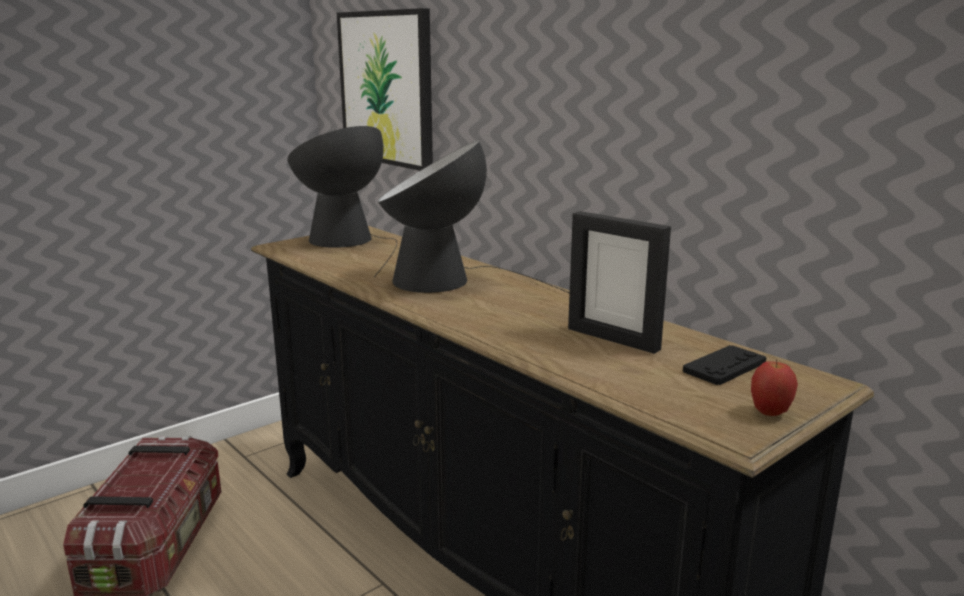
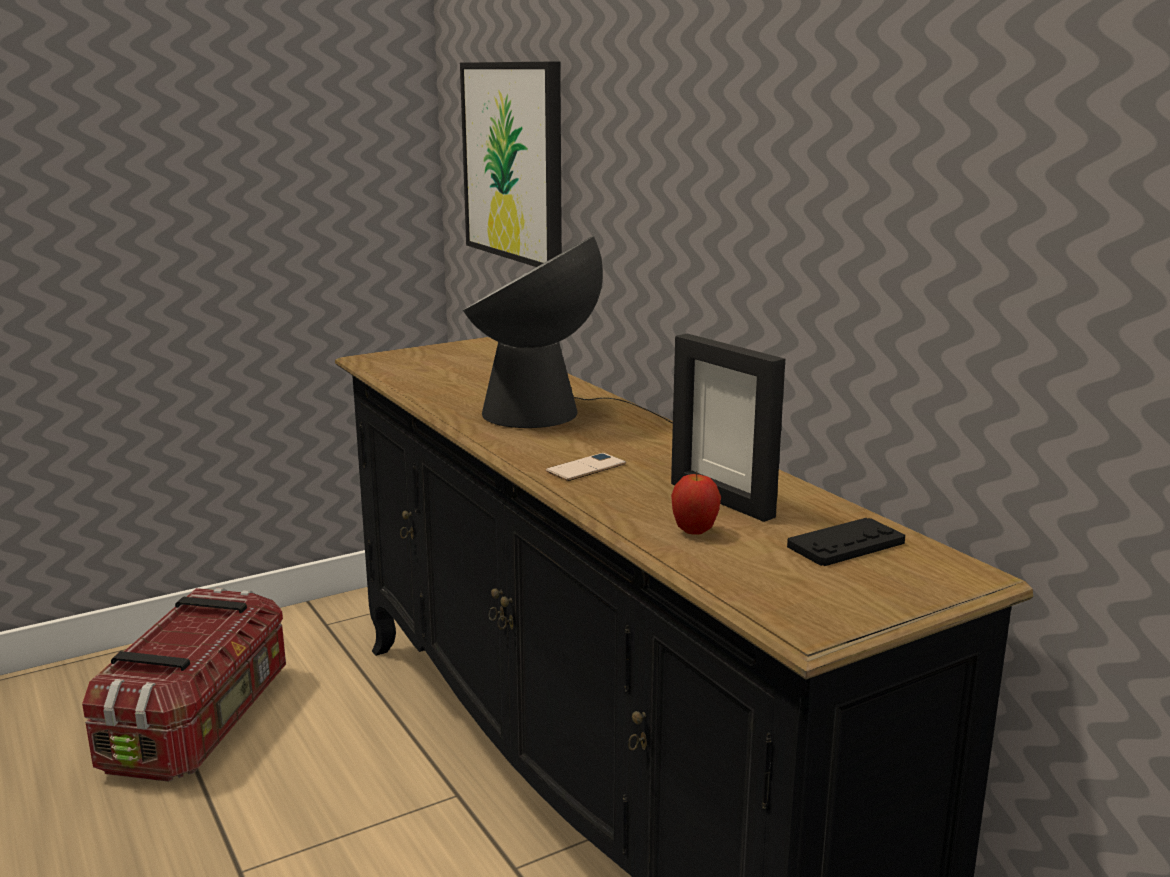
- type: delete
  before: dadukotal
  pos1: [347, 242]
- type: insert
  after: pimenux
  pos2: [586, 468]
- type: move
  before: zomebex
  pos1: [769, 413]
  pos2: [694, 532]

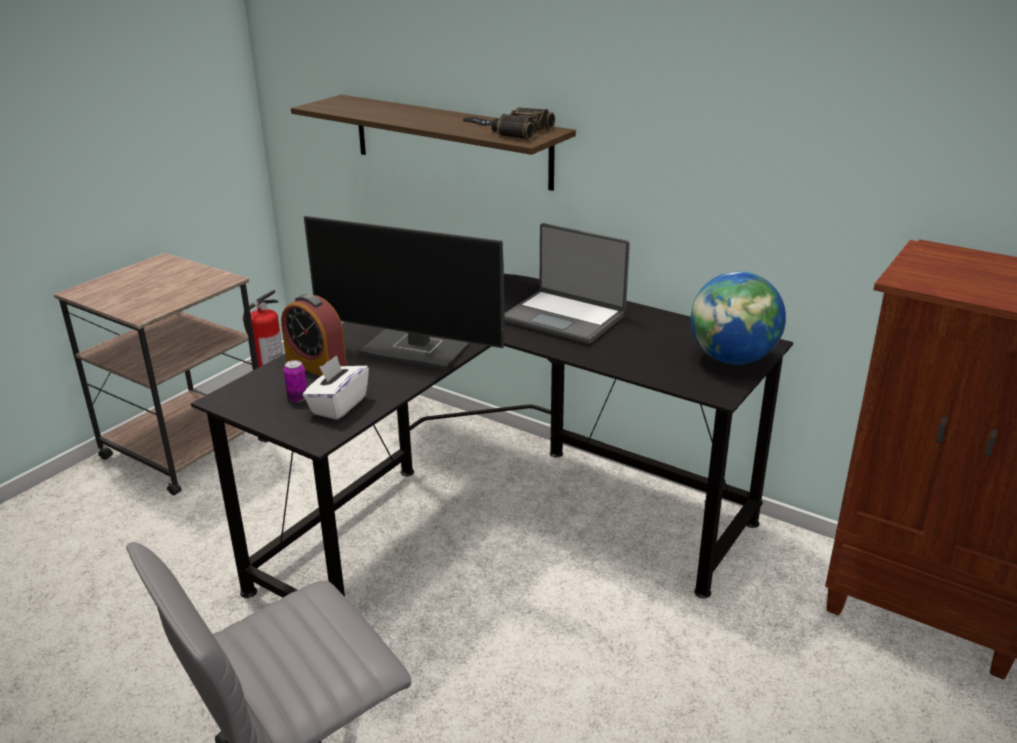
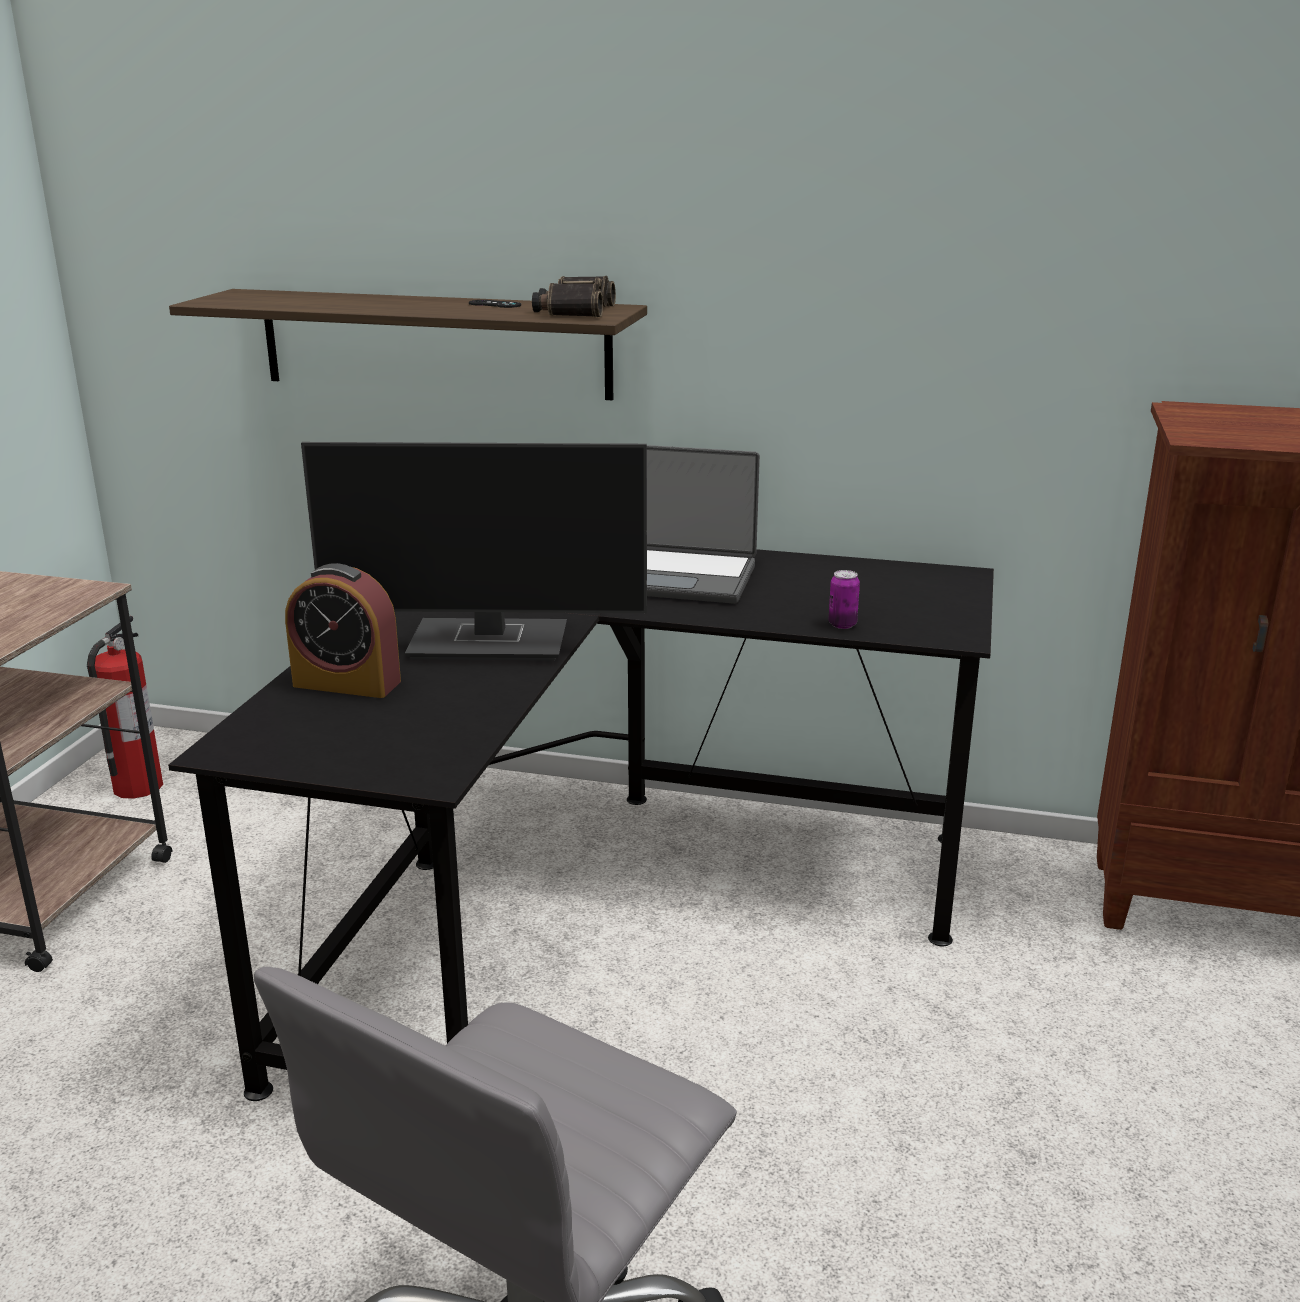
- type: delete
  before: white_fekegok
  pos1: [338, 405]
- type: delete
  before: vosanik
  pos1: [732, 359]
- type: move
  before: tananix
  pos1: [298, 398]
  pos2: [842, 624]

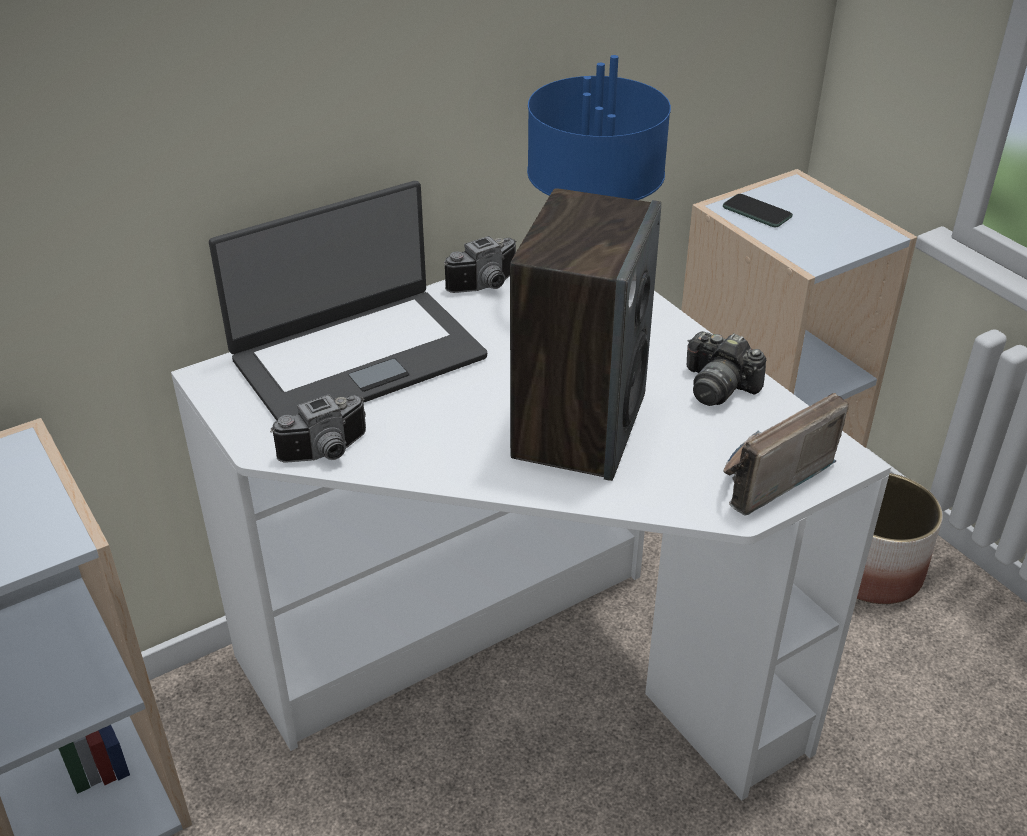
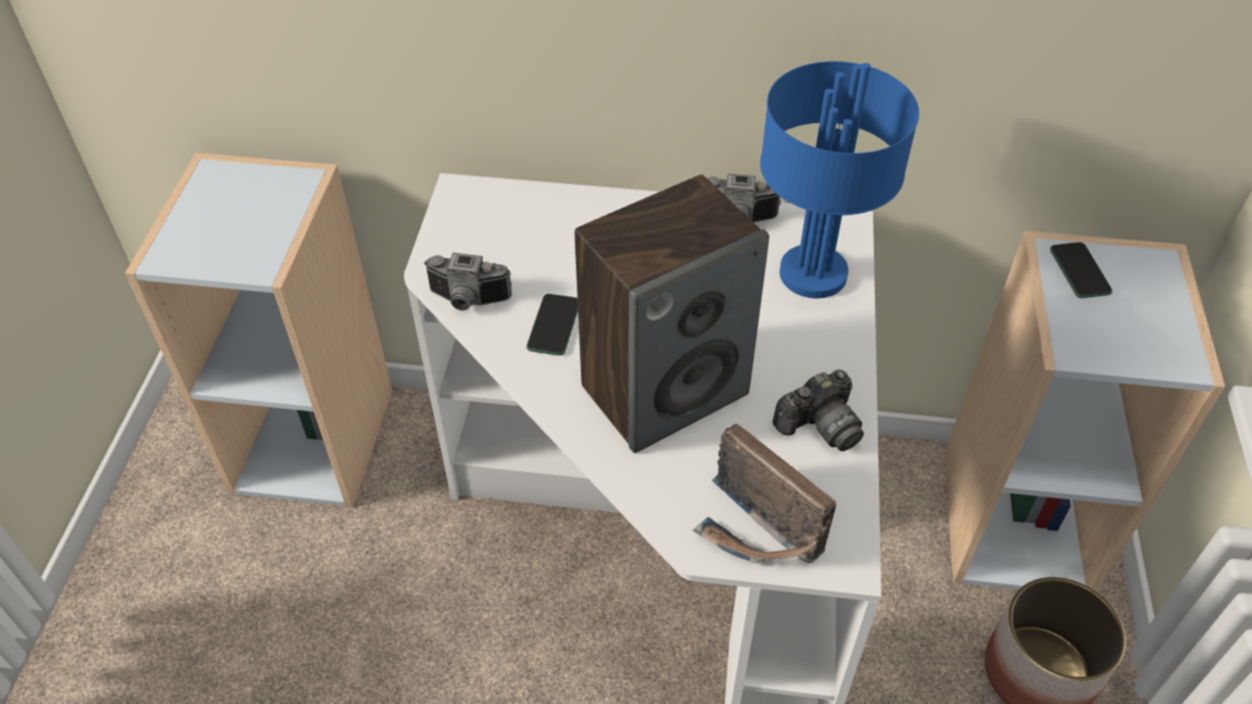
- type: delete
  before: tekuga
  pos1: [357, 356]
- type: insert
  after: pimenux
  pos2: [554, 325]
- type: rotate
  before: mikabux
  pos1: [718, 386]
  pos2: [819, 425]
  turn: -105
- type: rotate
  before: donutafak
  pos1: [764, 477]
  pos2: [757, 531]
  turn: -135

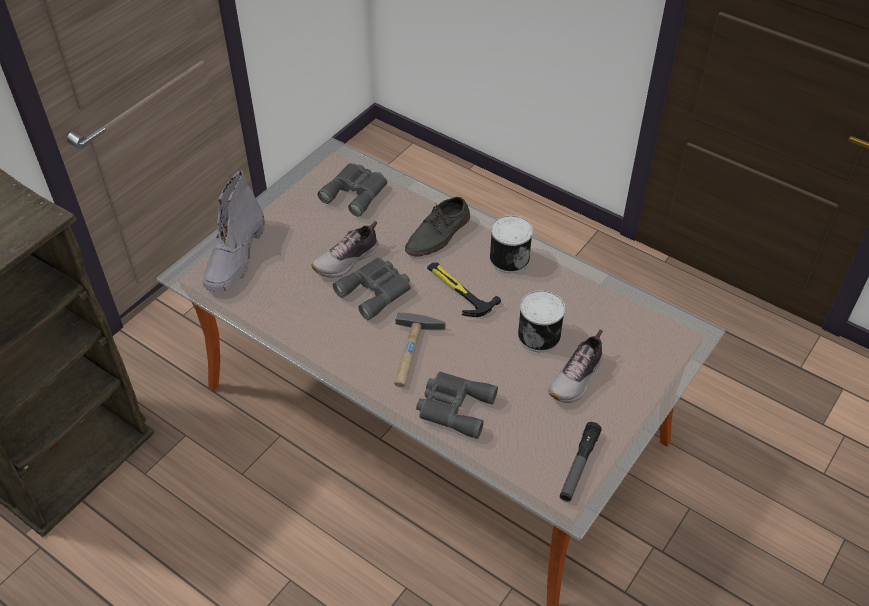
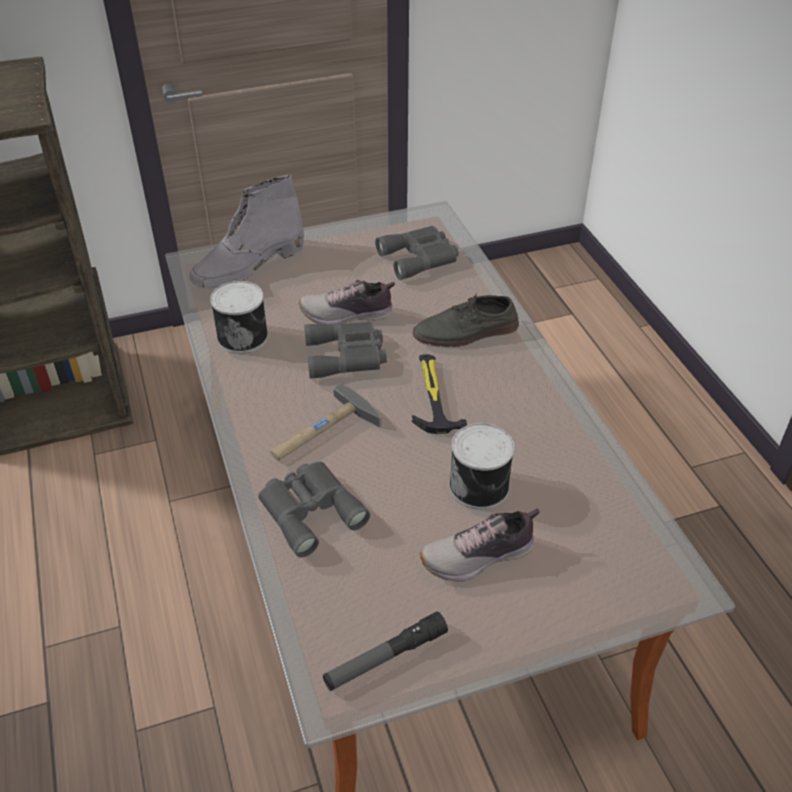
- type: move
  before: tananix
  pos1: [509, 257]
  pos2: [243, 336]

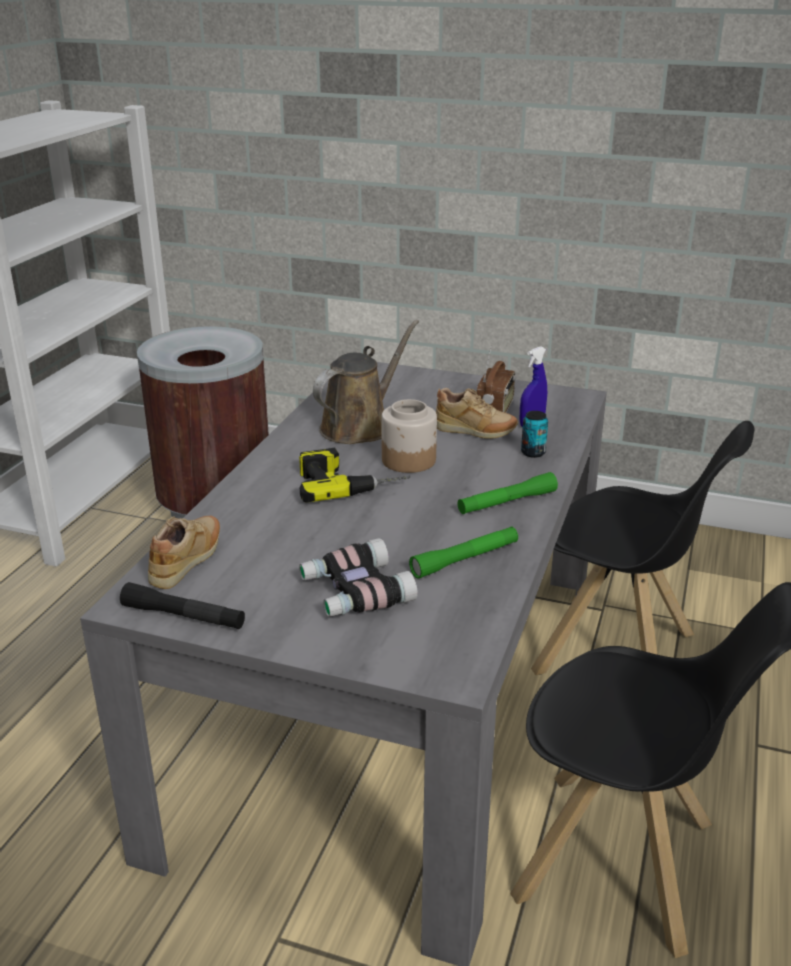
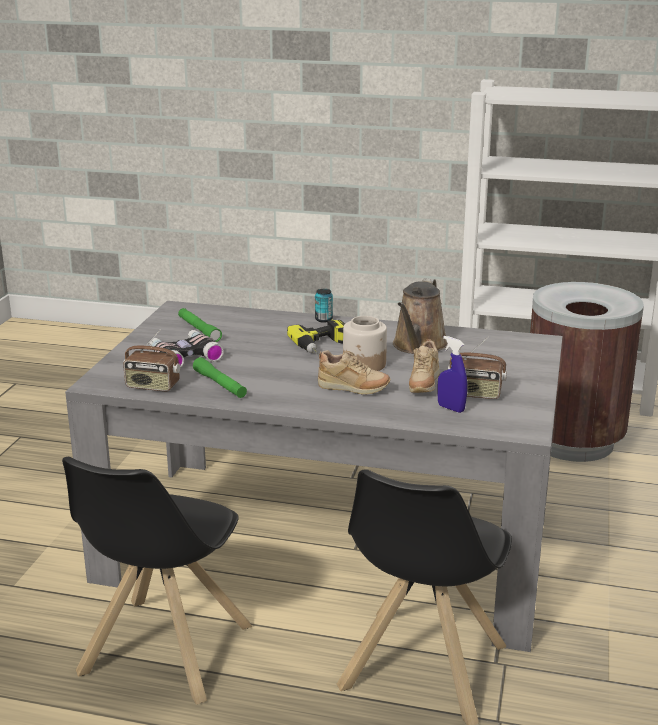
- type: delete
  before: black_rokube
  pos1: [183, 616]
- type: insert
  after: donutafak
  pos2: [152, 386]
- type: move
  before: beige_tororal
  pos1: [188, 562]
  pos2: [353, 389]
- type: move
  before: green_rokube
  pos1: [507, 502]
  pos2: [199, 330]
- type: move
  before: tananix
  pos1: [533, 453]
  pos2: [323, 319]
- type: rotate
  before: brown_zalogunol
  pos1: [359, 426]
  pos2: [418, 346]
  turn: 75

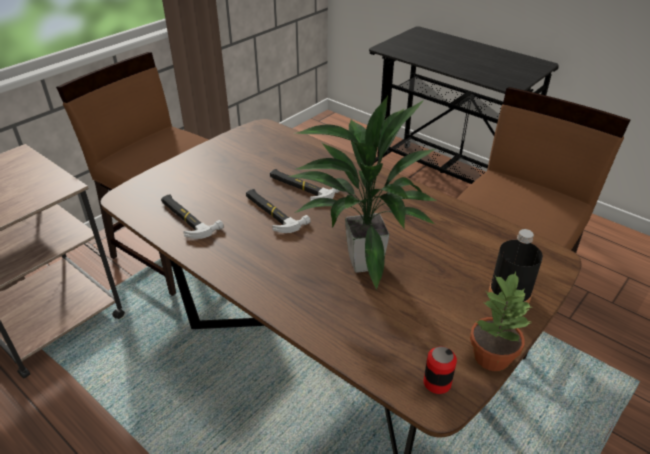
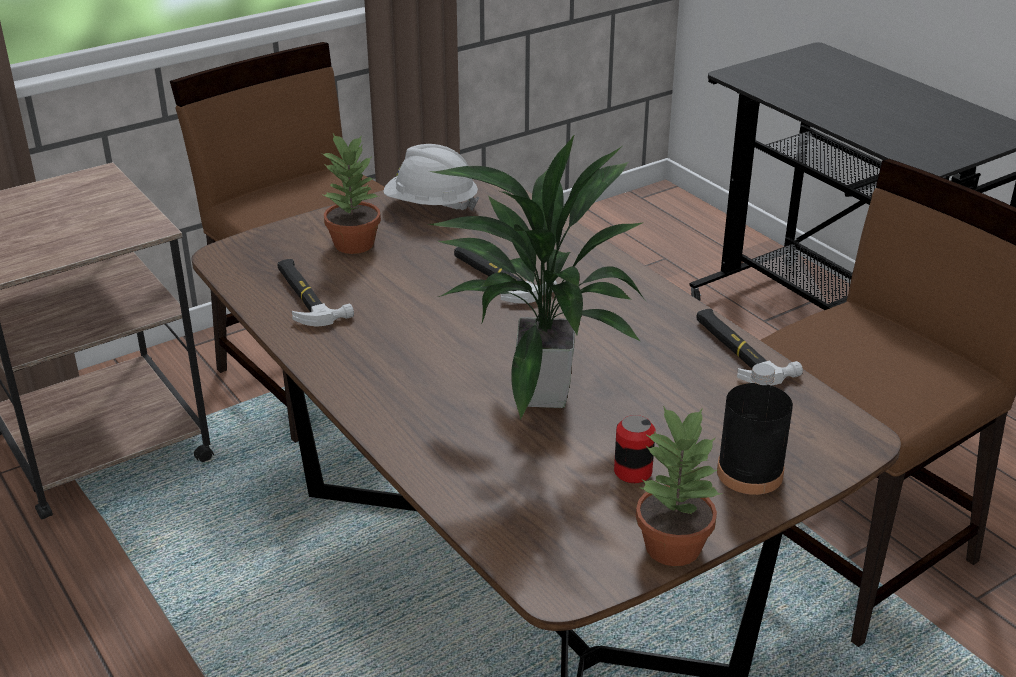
- type: insert
  after: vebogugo
  pos2: [354, 243]
- type: insert
  after: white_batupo
  pos2: [431, 206]
- type: move
  before: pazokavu
  pos1: [272, 212]
  pos2: [739, 350]
- type: move
  before: tananix
  pos1: [437, 383]
  pos2: [633, 472]

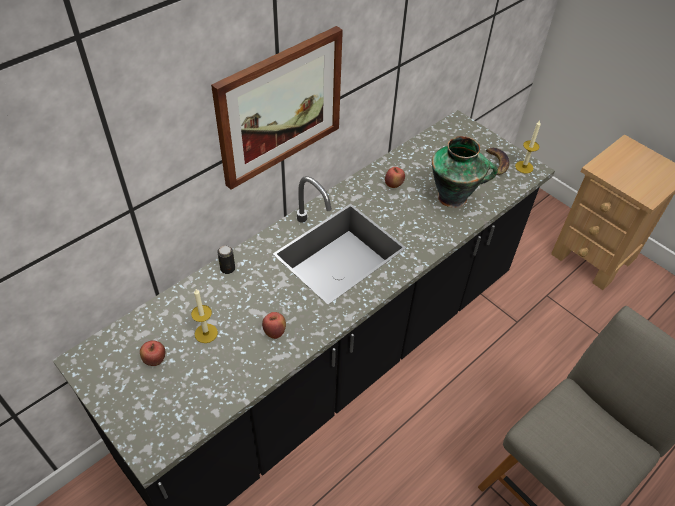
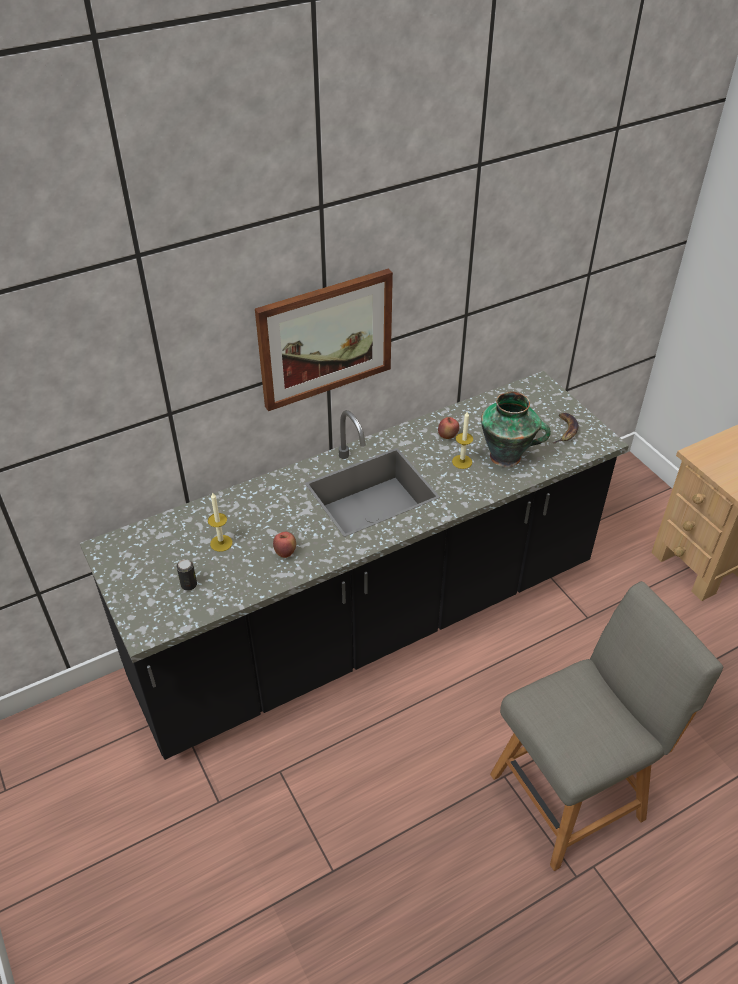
- type: delete
  before: zomebex
  pos1: [155, 360]
- type: move
  before: tananix
  pos1: [227, 269]
  pos2: [189, 585]
- type: move
  before: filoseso
  pos1: [524, 167]
  pos2: [462, 461]

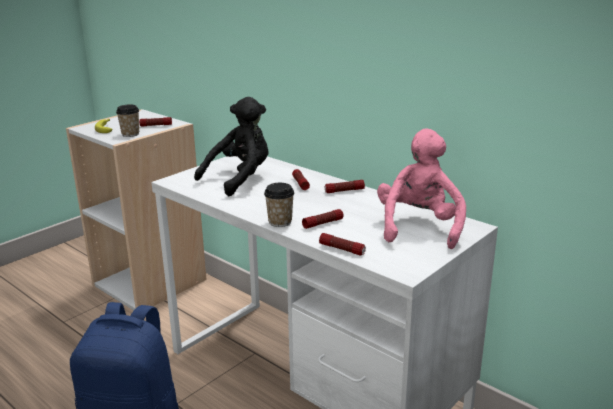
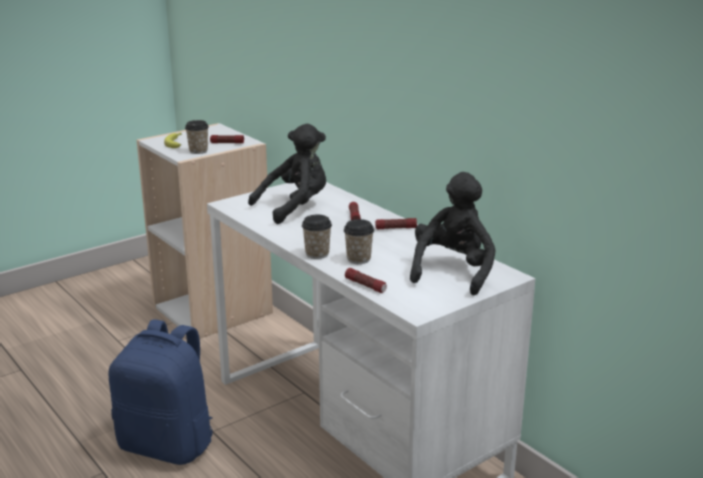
- type: replace
  before: rokube
  after: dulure
  pos1: [323, 223]
  pos2: [358, 259]
- type: recolor
  before: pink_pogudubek
  after: black_pogudubek
  pos1: [419, 227]
  pos2: [453, 271]

